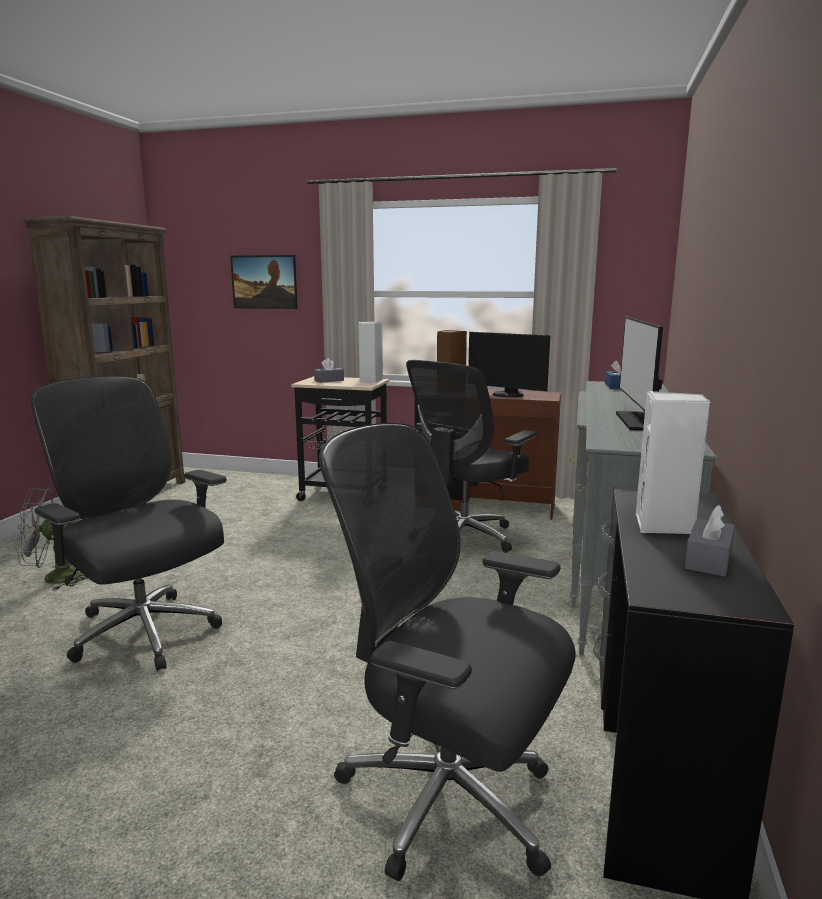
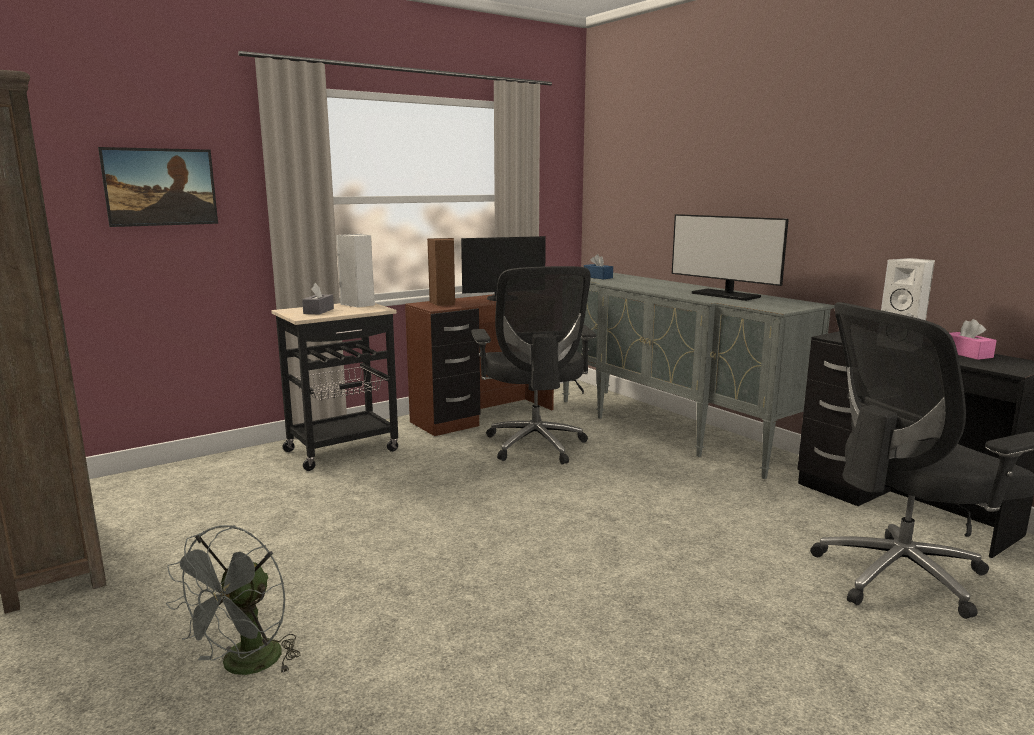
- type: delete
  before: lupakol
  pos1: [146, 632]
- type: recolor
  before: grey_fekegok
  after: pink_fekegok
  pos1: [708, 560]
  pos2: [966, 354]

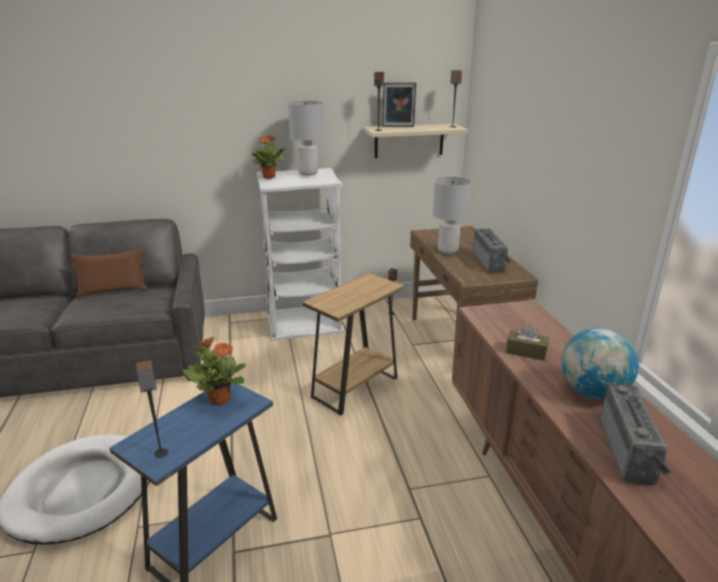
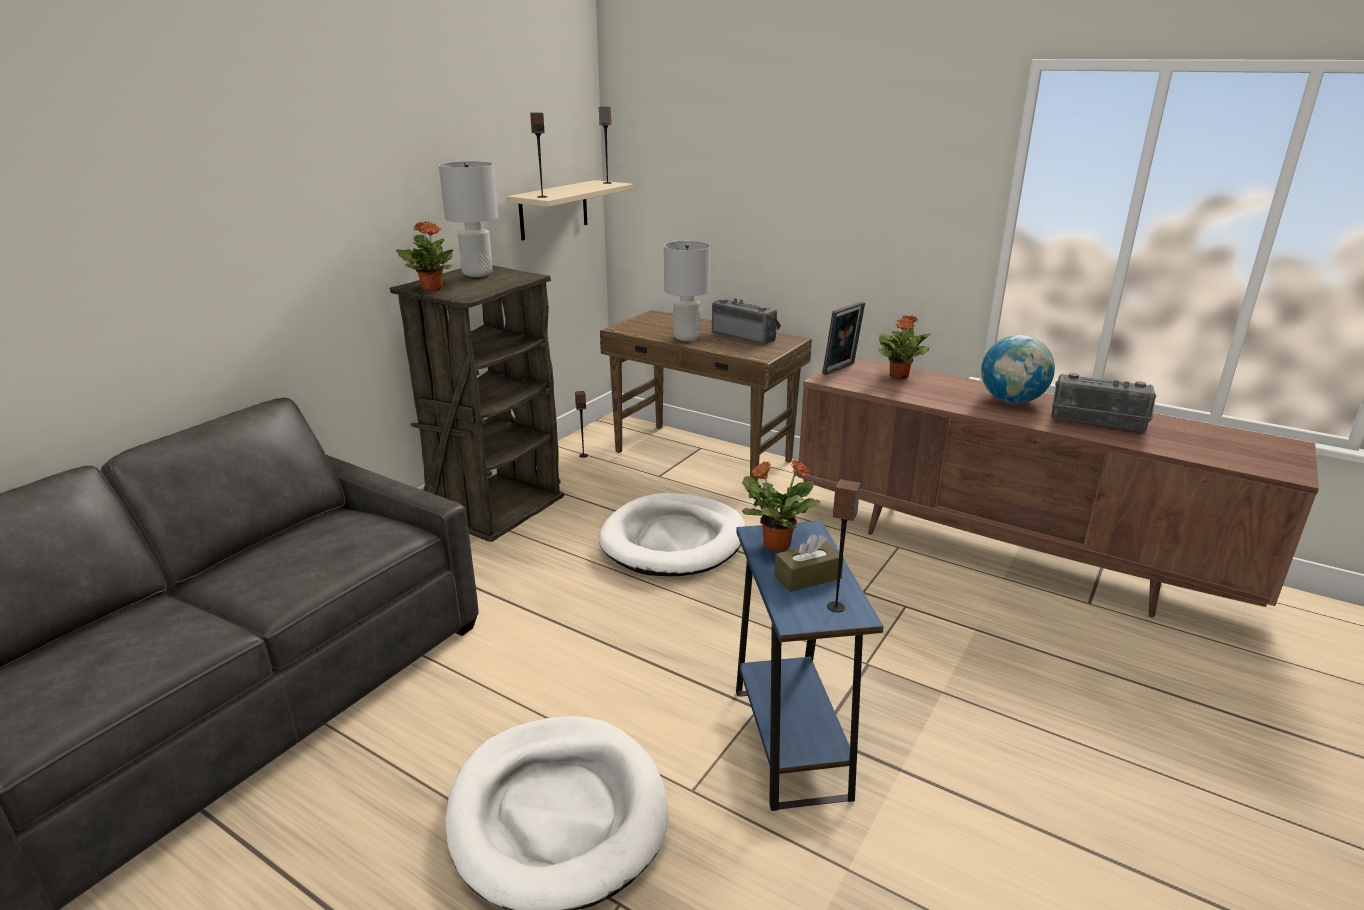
- type: delete
  before: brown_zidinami
  pos1: [113, 291]
- type: insert
  after: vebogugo
  pos2: [899, 376]
- type: move
  before: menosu
  pos1: [398, 127]
  pos2: [841, 369]
- type: move
  before: brown_fekegok
  pos1: [526, 352]
  pos2: [807, 577]
- type: replace
  before: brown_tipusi
  after: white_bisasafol
  pos1: [355, 387]
  pos2: [673, 540]
- type: recolor
  before: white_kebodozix
  after: brown_kebodozix
  pos1: [305, 322]
  pos2: [496, 506]
- type: rotate
  before: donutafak
  pos1: [631, 451]
  pos2: [1097, 424]
  turn: 150

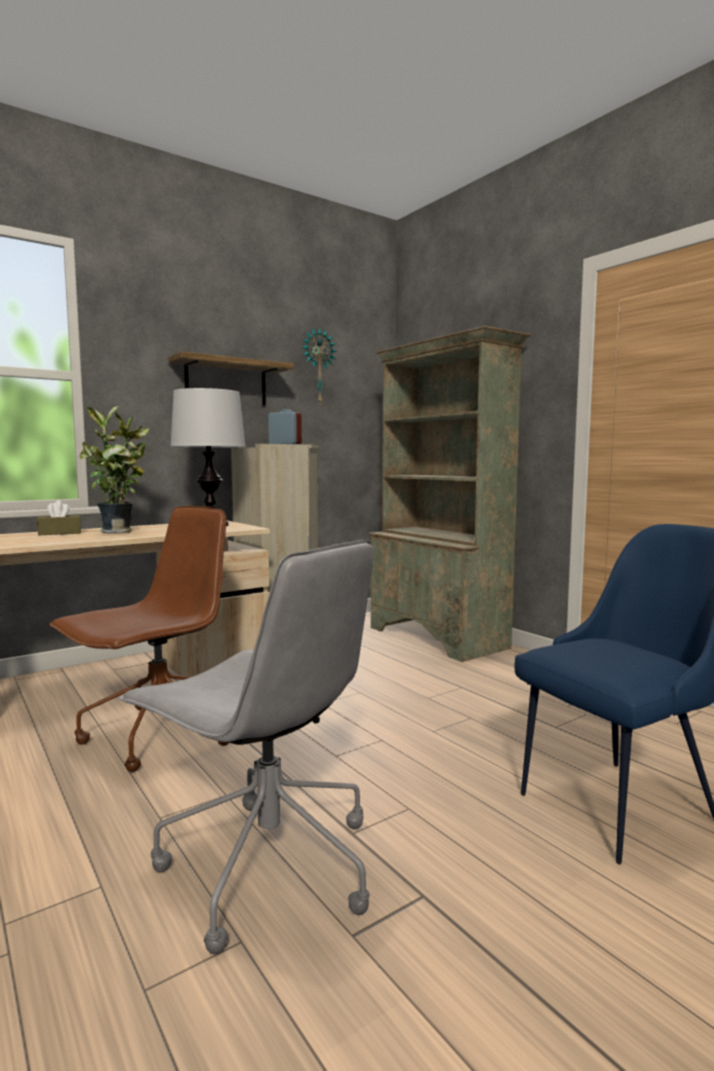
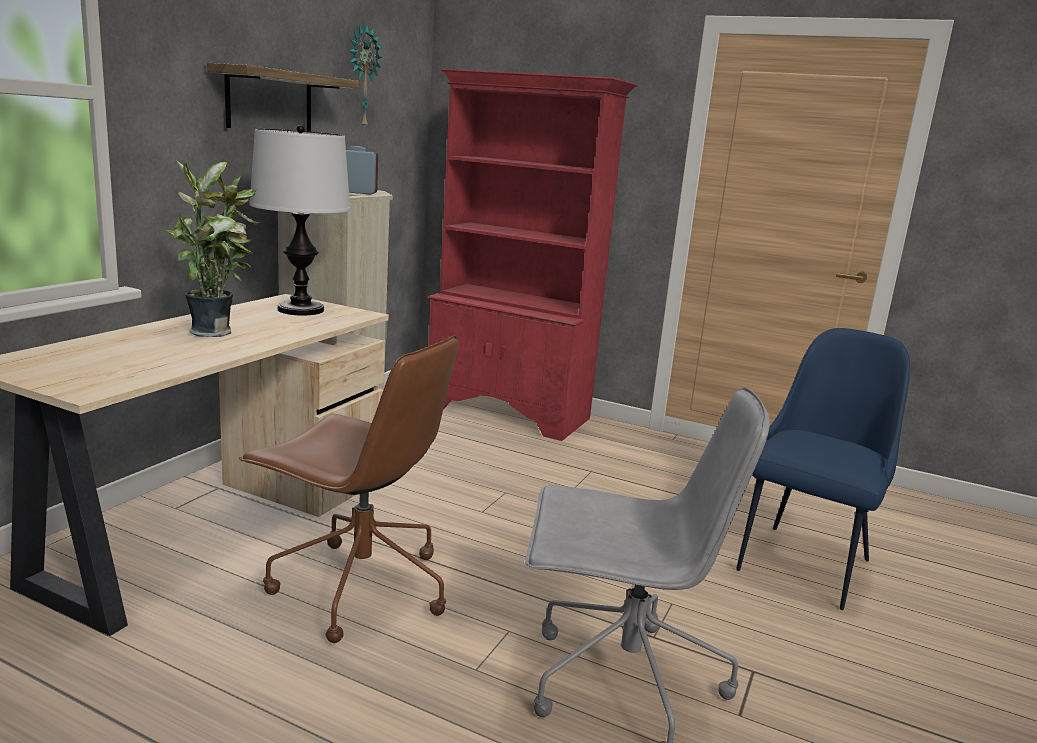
- type: delete
  before: brown_fekegok
  pos1: [60, 533]
- type: recolor
  before: green_kebodozix
  after: red_kebodozix
  pos1: [438, 637]
  pos2: [509, 412]
- type: rotate
  before: brown_lupakol
  pos1: [154, 736]
  pos2: [354, 586]
  turn: 105

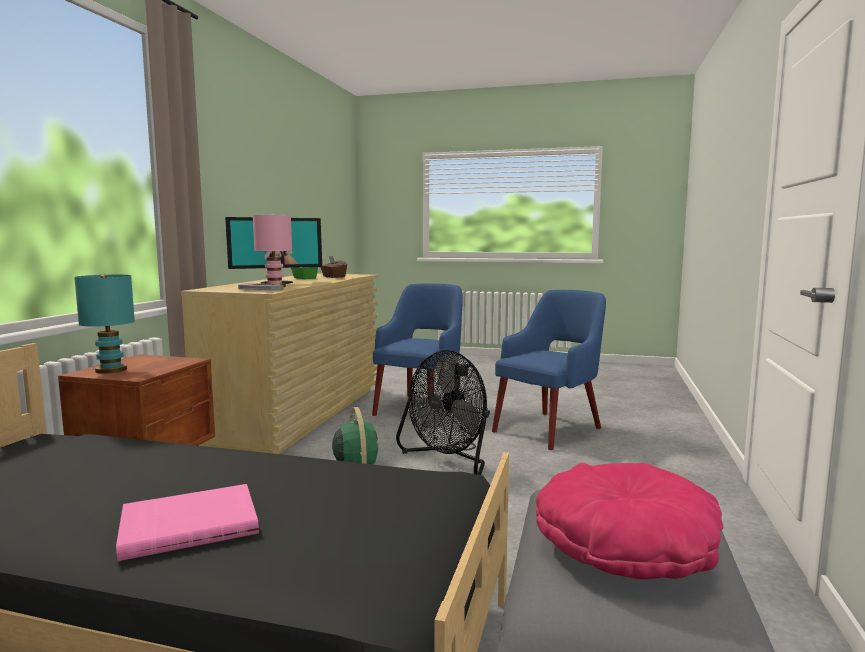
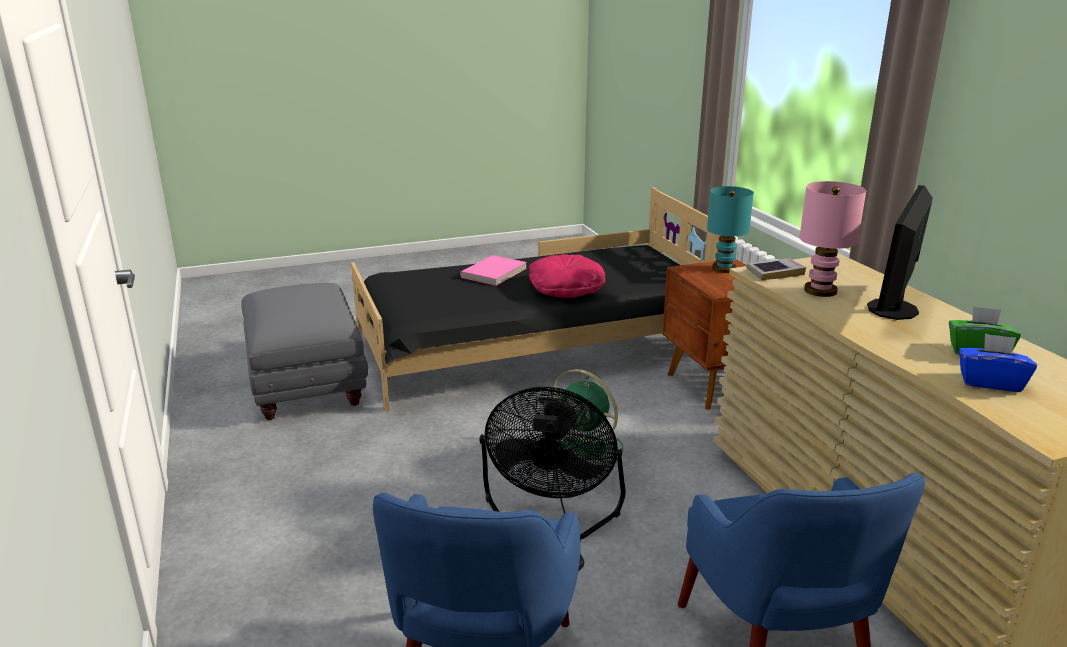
- type: move
  before: pink_zidinami
  pos1: [623, 543]
  pos2: [567, 288]
- type: recolor
  before: brown_fekegok
  after: blue_fekegok
  pos1: [333, 277]
  pos2: [990, 382]

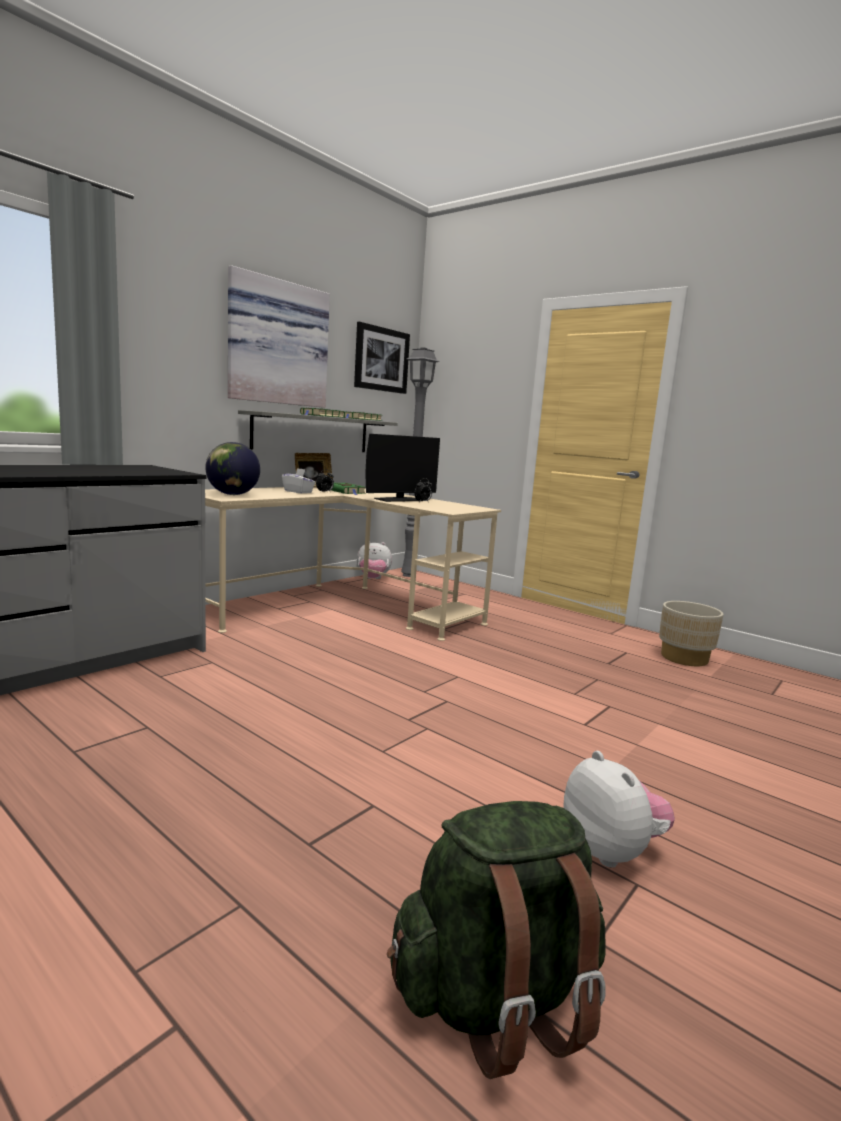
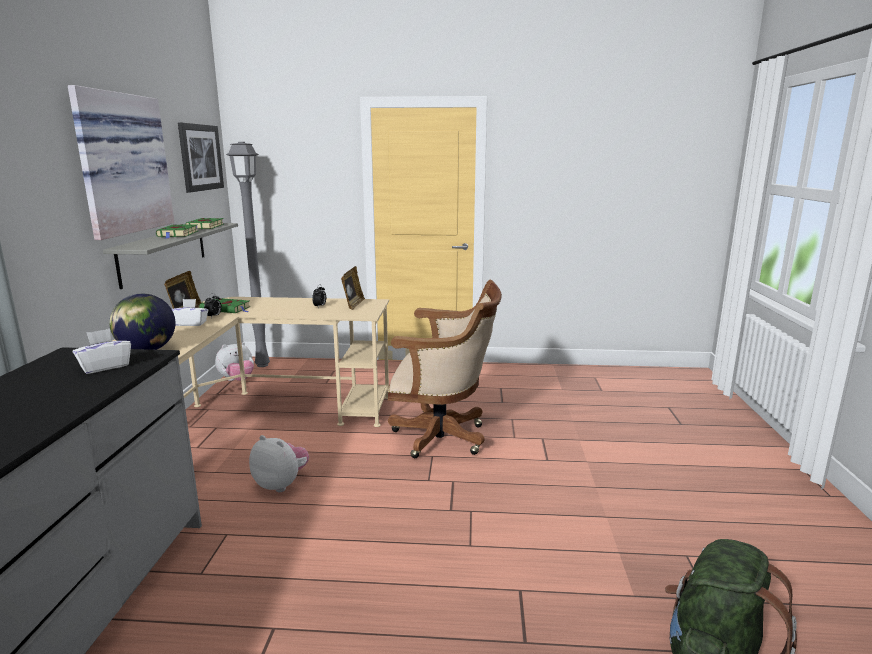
- type: delete
  before: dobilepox
  pos1: [399, 499]
- type: delete
  before: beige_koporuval
  pos1: [684, 658]
- type: insert
  after: white_fekegok
  pos2: [105, 367]
- type: insert
  after: menosu
  pos2: [353, 305]
- type: insert
  after: lupakol
  pos2: [444, 437]
- type: move
  before: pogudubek
  pos1: [611, 851]
  pos2: [281, 484]

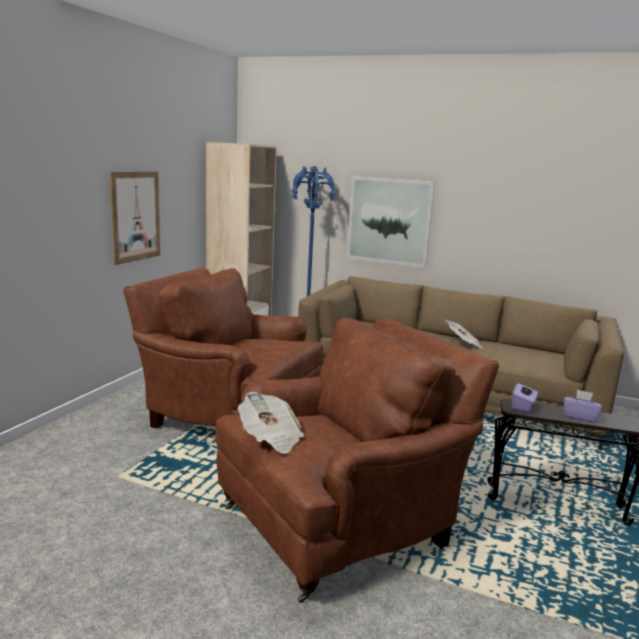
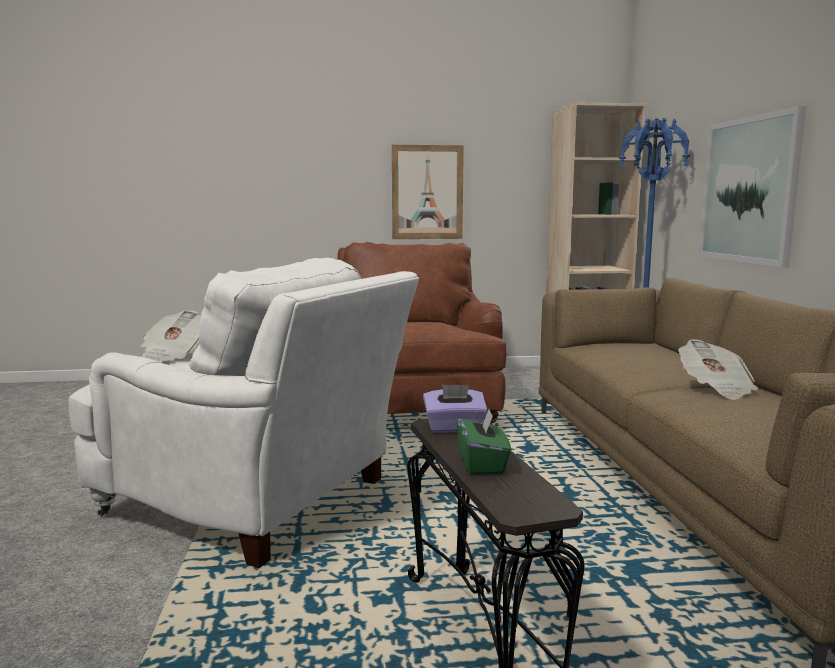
- type: recolor
  before: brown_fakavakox
  after: white_fakavakox
  pos1: [343, 521]
  pos2: [259, 502]
- type: recolor
  before: purple_fekegok
  after: green_fekegok
  pos1: [580, 417]
  pos2: [482, 464]

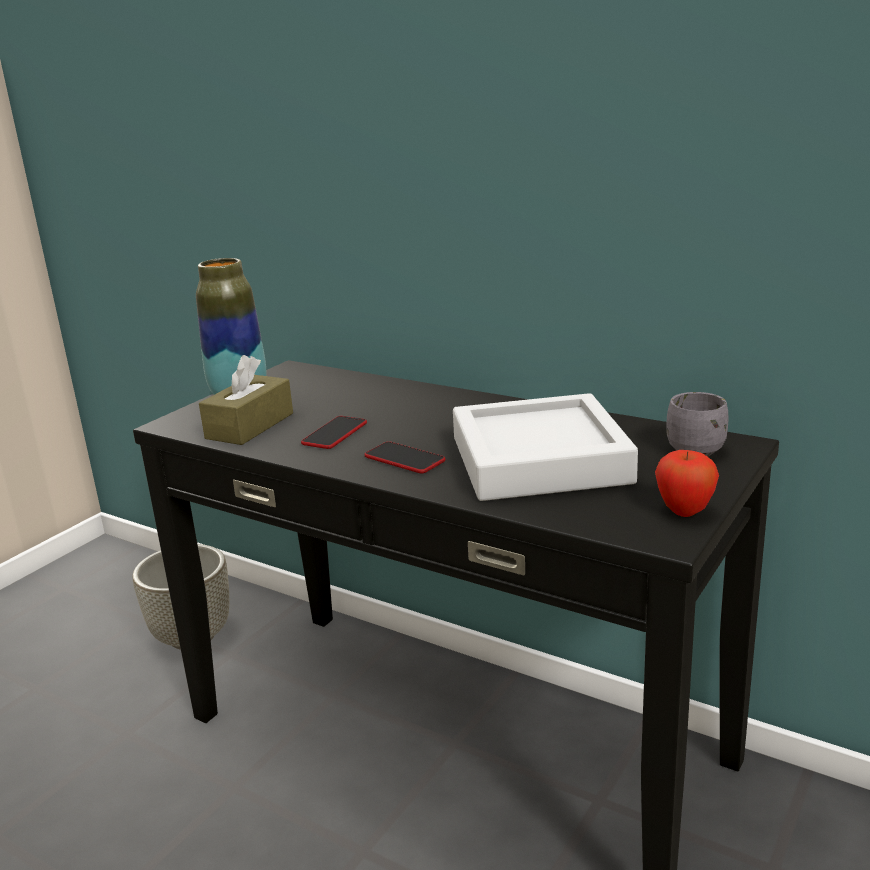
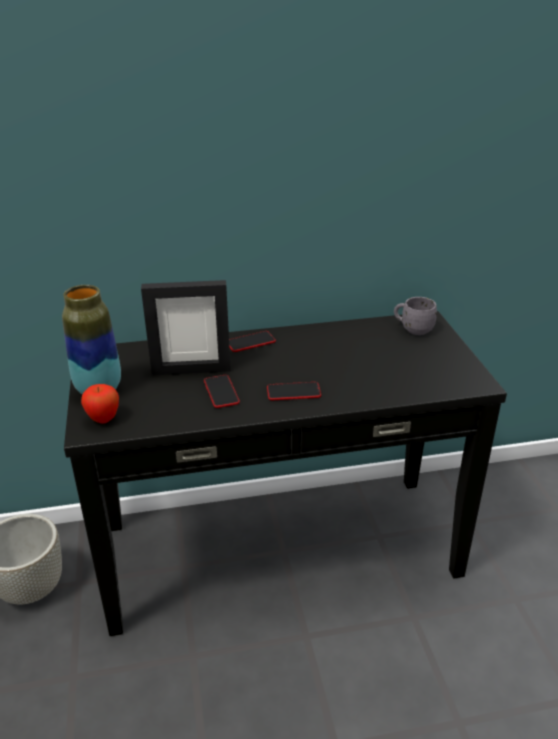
- type: delete
  before: brown_fekegok
  pos1: [250, 426]
- type: delete
  before: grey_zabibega
  pos1: [539, 460]
- type: insert
  after: menosu
  pos2: [191, 369]
- type: insert
  after: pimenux
  pos2: [250, 342]
- type: move
  before: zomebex
  pos1: [684, 511]
  pos2: [103, 419]

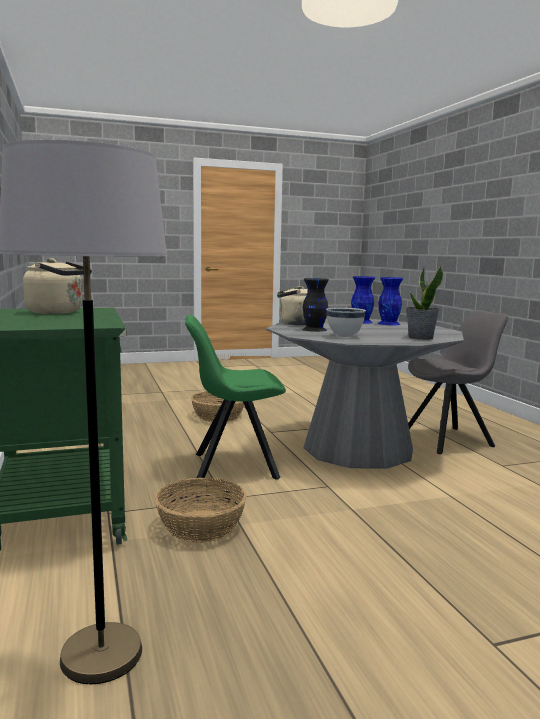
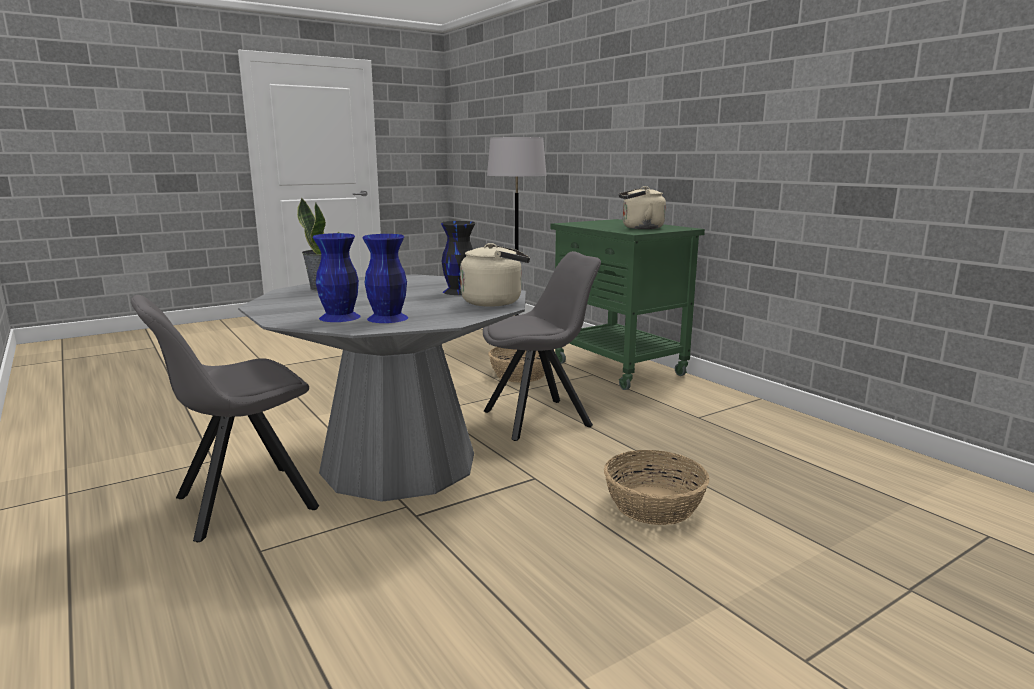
- type: delete
  before: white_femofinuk
  pos1: [344, 336]
- type: recolor
  before: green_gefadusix
  after: grey_gefadusix
  pos1: [234, 466]
  pos2: [538, 419]

